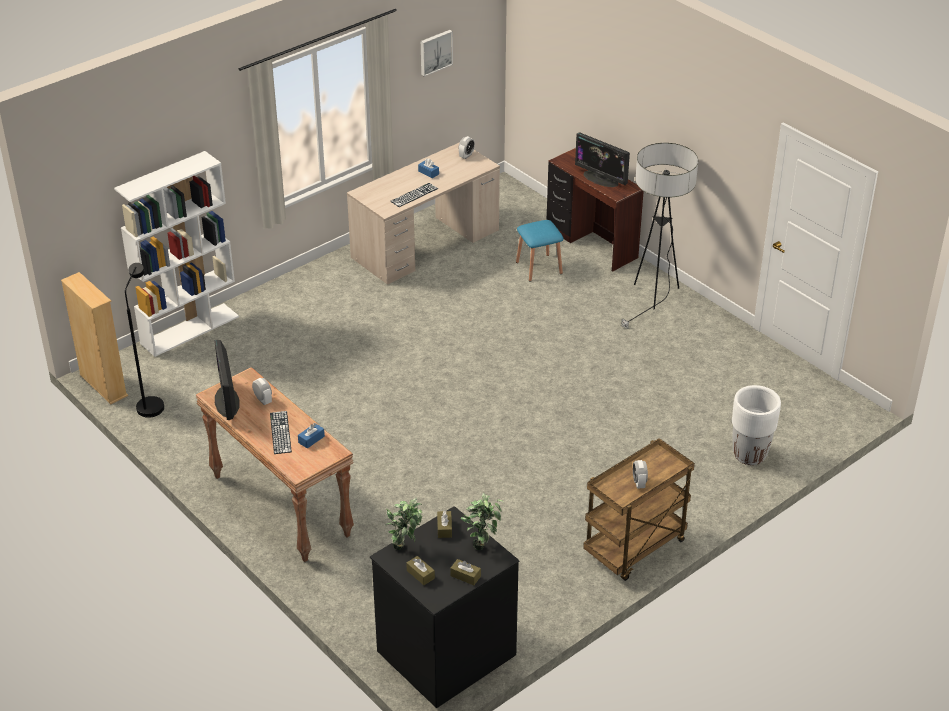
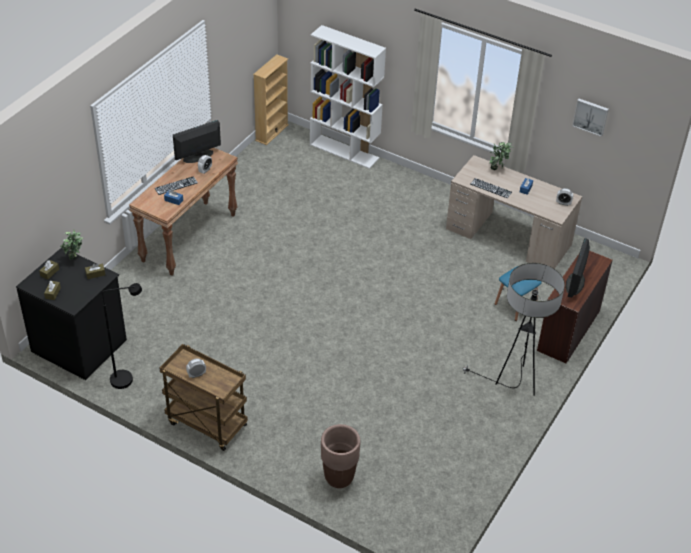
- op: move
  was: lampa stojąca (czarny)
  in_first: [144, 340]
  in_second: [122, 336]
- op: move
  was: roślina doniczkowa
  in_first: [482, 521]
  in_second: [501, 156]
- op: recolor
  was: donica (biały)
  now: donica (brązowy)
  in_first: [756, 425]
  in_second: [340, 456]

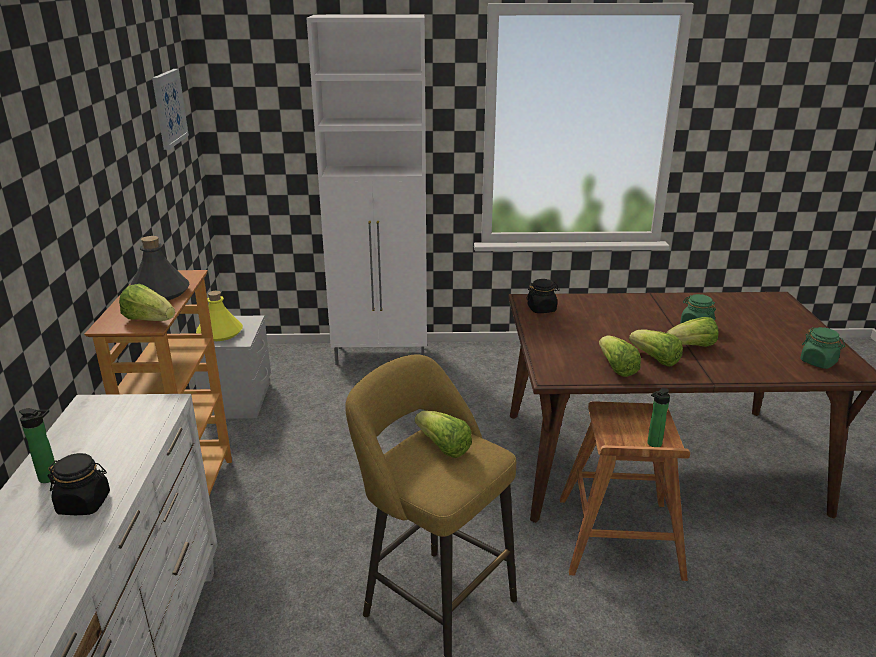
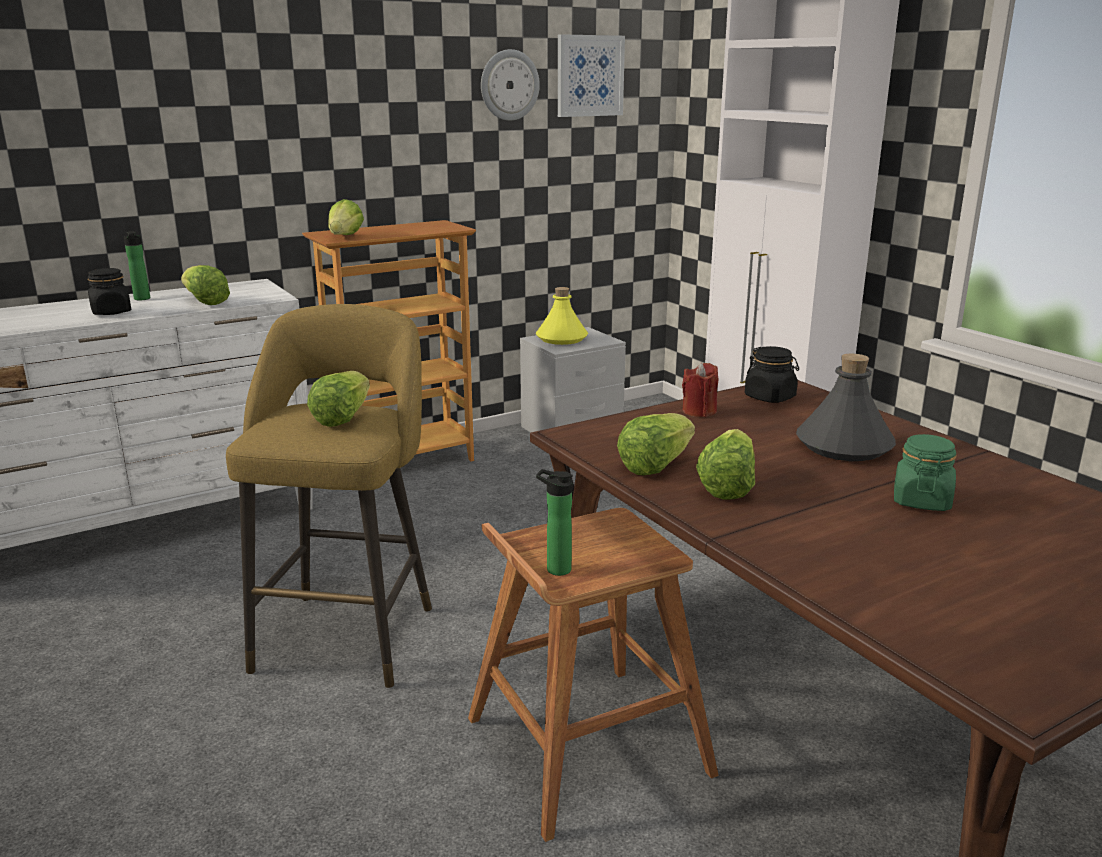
- op: move
  was: butelka (szary)
  in_first: [159, 268]
  in_second: [846, 407]
- op: move
  was: sałata
  in_first: [692, 332]
  in_second: [205, 285]
- op: delete
  was: słoik (zielony)
  in_first: [822, 348]
- op: insert
  now: zegar ścienny
  in_second: [510, 85]
- op: insert
  now: świeca (czerwony)
  in_second: [700, 390]

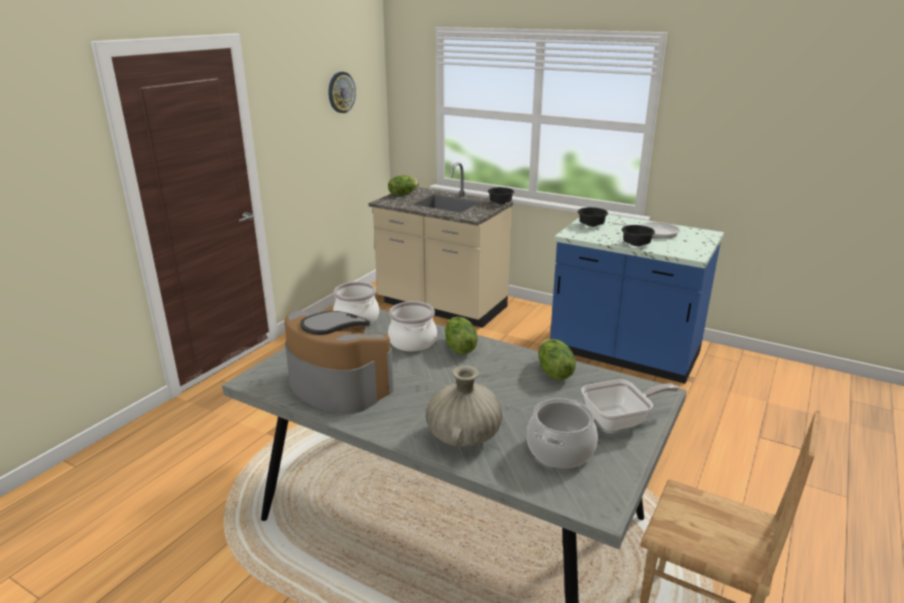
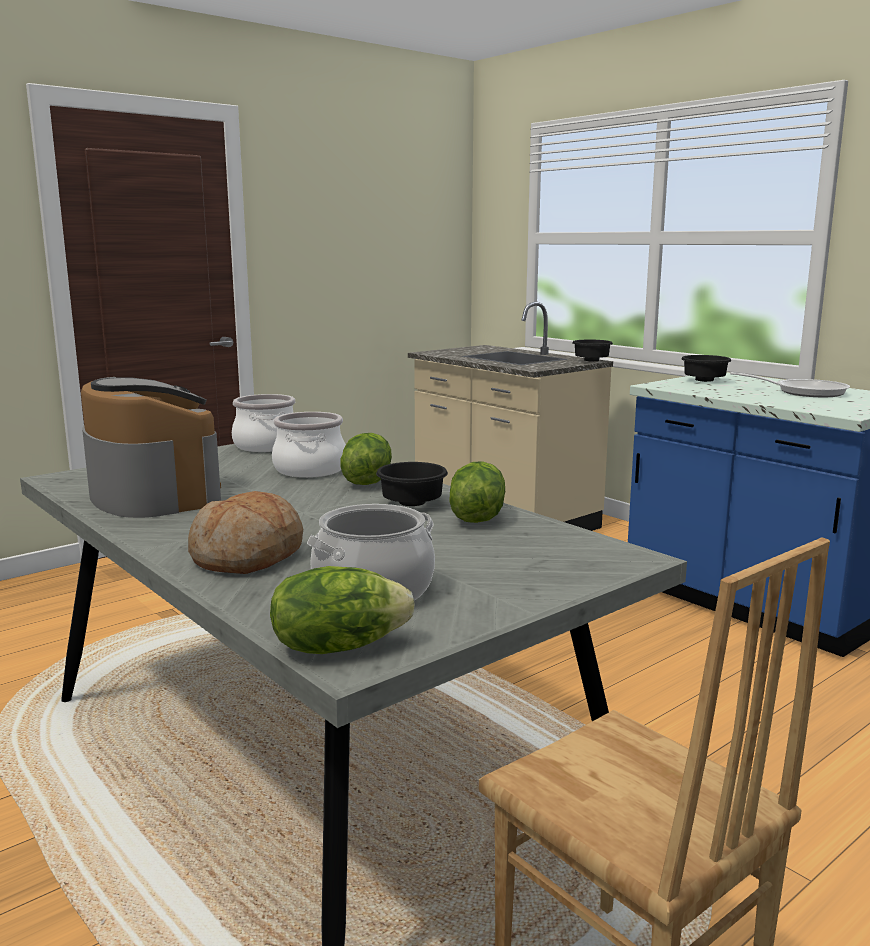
- op: delete
  was: zegar ścienny
  in_first: [342, 92]
- op: move
  was: sałata
  in_first: [403, 185]
  in_second: [342, 610]
- op: replace
  was: wazon (beżowy)
  now: chleb
  in_first: [464, 406]
  in_second: [245, 532]
- op: delete
  was: patelnia
  in_first: [630, 405]
- op: move
  was: miska (czarny)
  in_first: [638, 235]
  in_second: [412, 484]

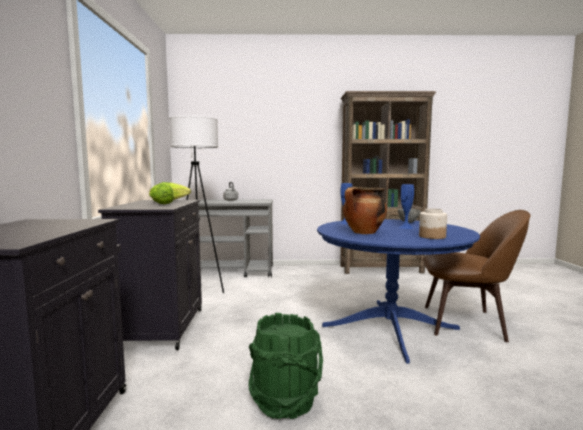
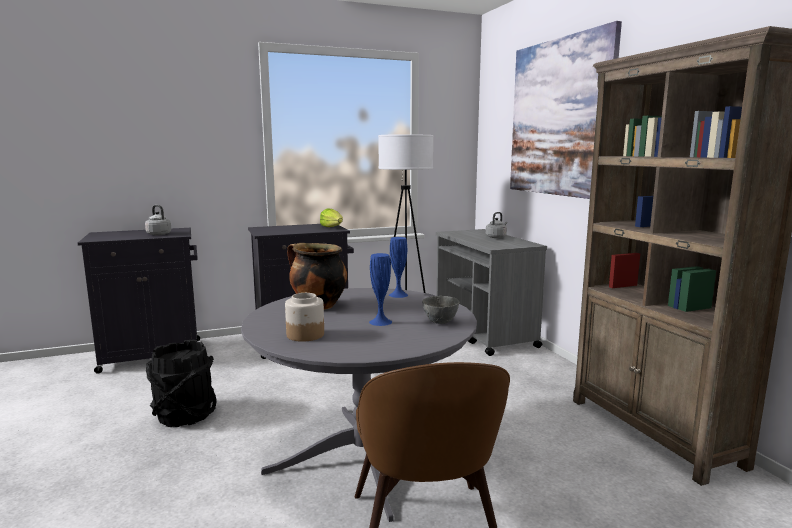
- op: delete
  was: sałata
  in_first: [161, 194]
- op: recolor
  was: wiadro (zielony)
  now: wiadro (czarny)
  in_first: [285, 366]
  in_second: [181, 383]
- op: recolor
  was: stół jadalny (niebieski)
  now: stół jadalny (szary)
  in_first: [398, 291]
  in_second: [359, 405]
- op: insert
  now: czajnik (szary)
  in_second: [158, 220]
- op: insert
  now: obraz
  in_second: [566, 110]

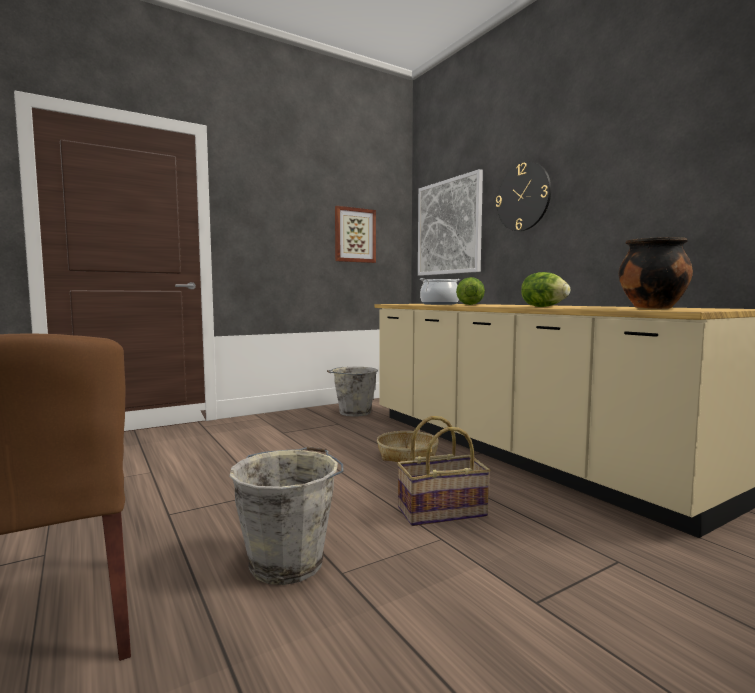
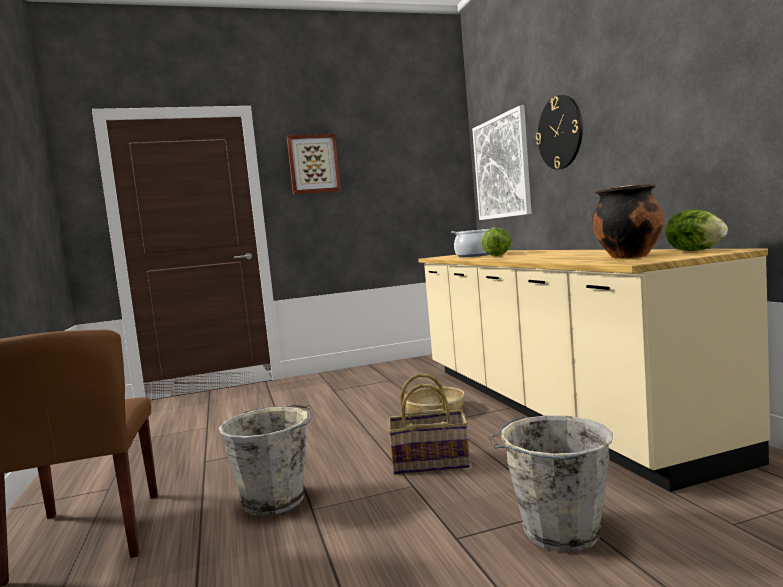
- op: move
  was: wiadro (szary)
  in_first: [352, 392]
  in_second: [550, 483]
- op: move
  was: obraz
  in_first: [355, 234]
  in_second: [314, 163]
- op: move
  was: sałata
  in_first: [545, 289]
  in_second: [696, 230]

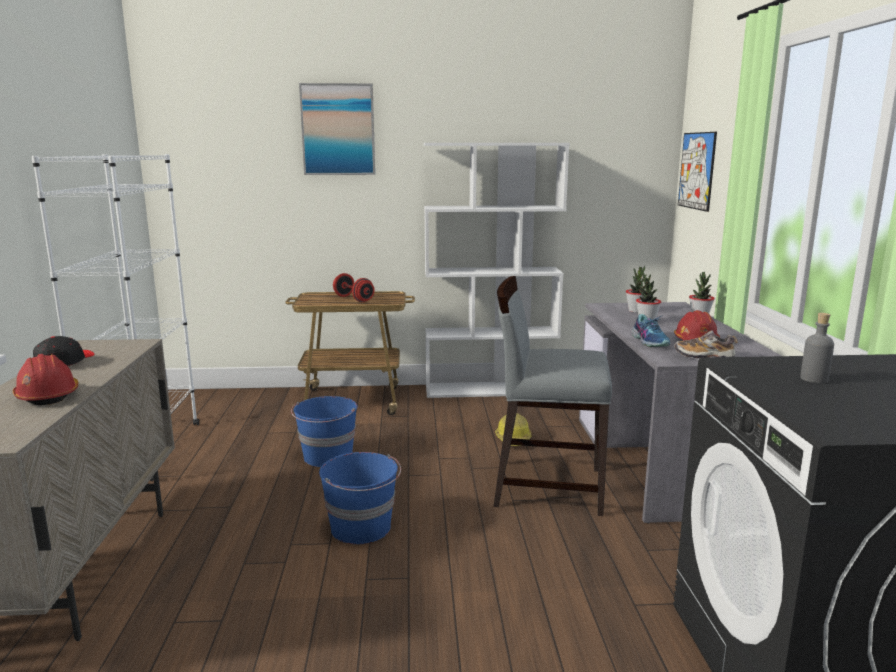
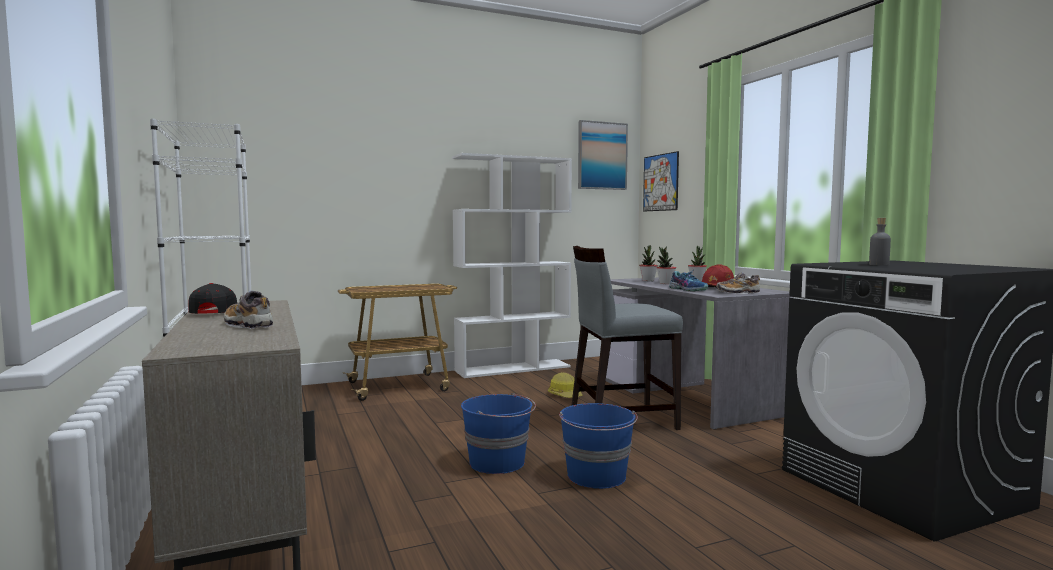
- op: replace
  was: kask (czerwony)
  now: but
  in_first: [45, 379]
  in_second: [248, 310]
- op: move
  was: wiadro (niebieski)
  in_first: [324, 431]
  in_second: [598, 446]
- op: move
  was: obraz
  in_first: [337, 129]
  in_second: [603, 155]
- op: delete
  was: hantel (czerwony)
  in_first: [354, 287]

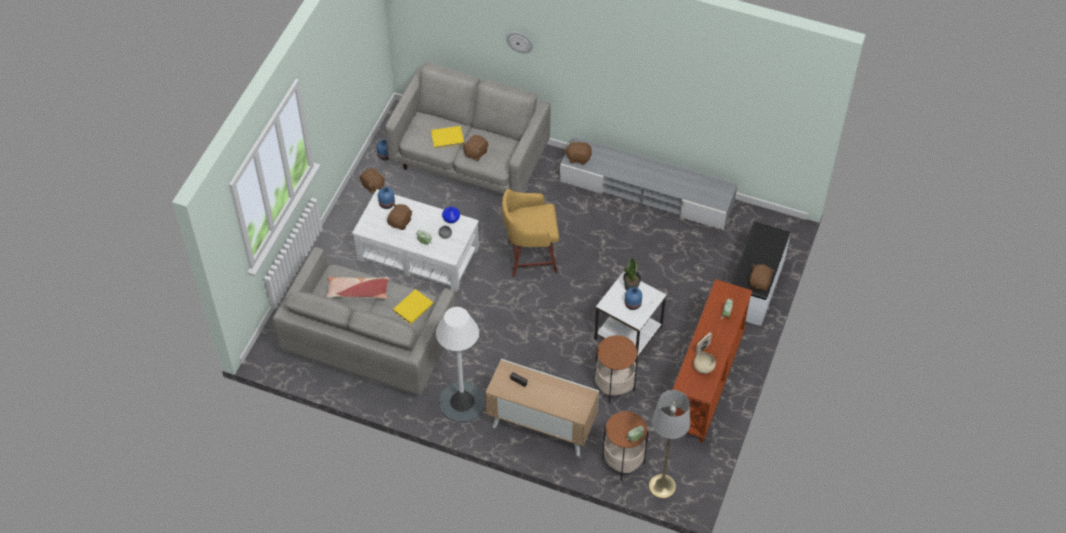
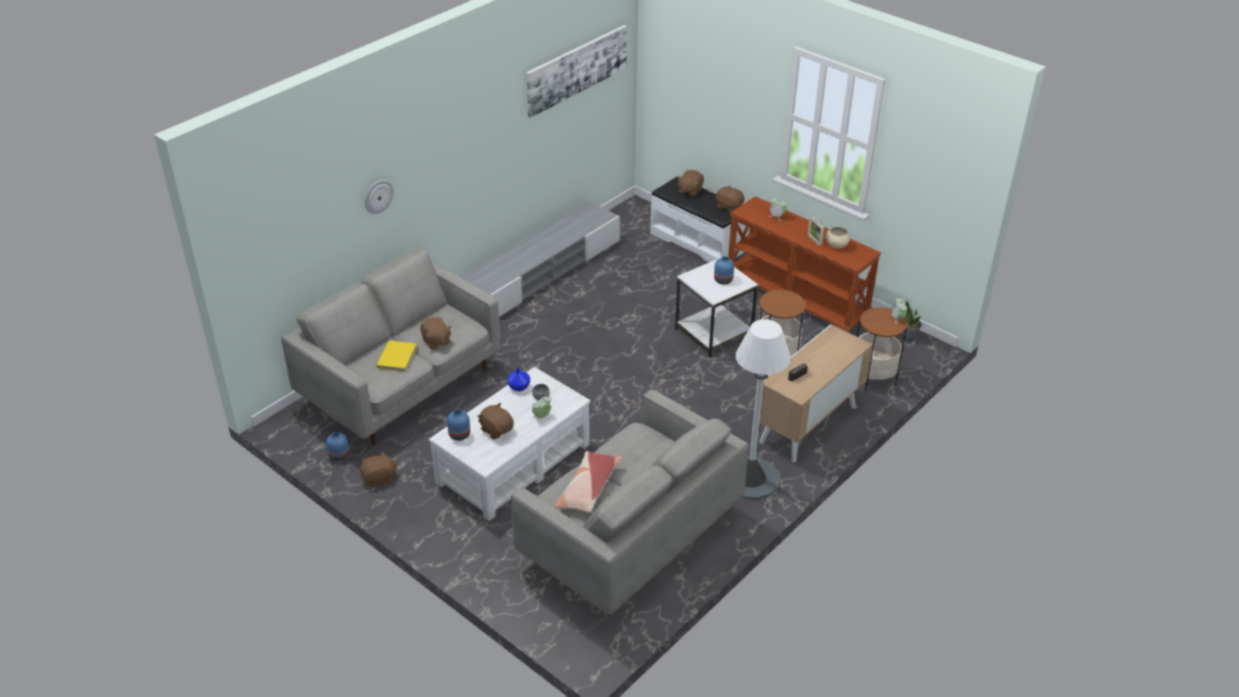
- op: delete
  was: książka (żółty)
  in_first: [413, 306]
- op: delete
  was: stołek (żółty)
  in_first: [530, 232]
- op: move
  was: pluszak (brązowy)
  in_first: [578, 153]
  in_second: [690, 183]
- op: move
  was: roślina doniczkowa
  in_first: [632, 274]
  in_second: [911, 321]
- op: delete
  was: lampa stojąca (szary)
  in_first: [669, 444]
- op: insert
  now: obraz
  in_second: [576, 71]

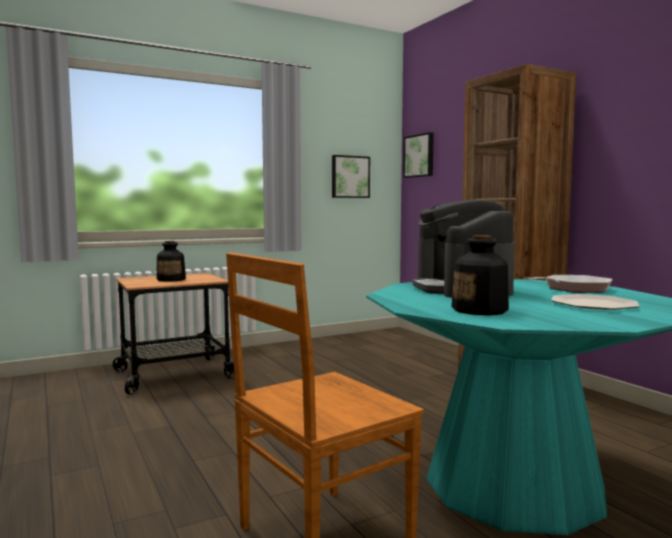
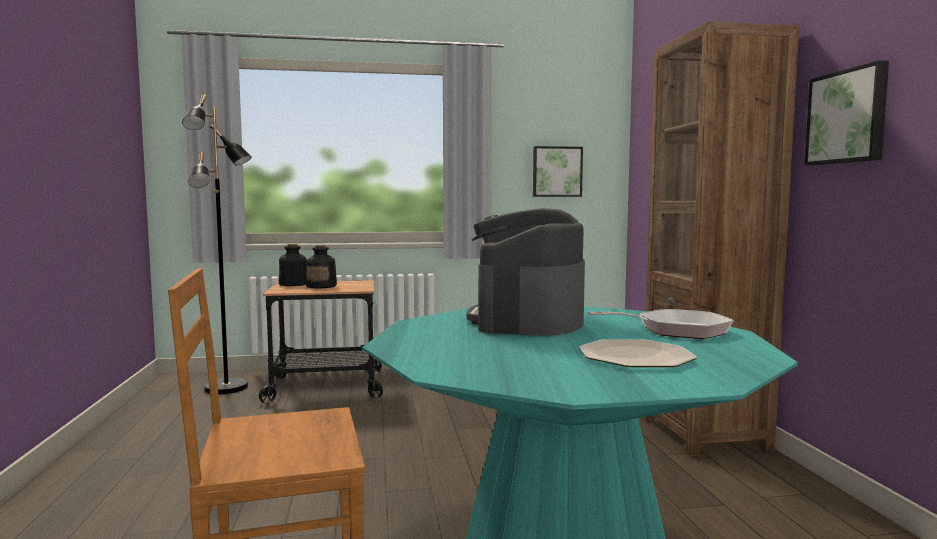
- op: move
  was: obraz
  in_first: [418, 155]
  in_second: [846, 112]
- op: move
  was: butelka
  in_first: [480, 275]
  in_second: [293, 265]
- op: insert
  now: lampa stojąca (czarny)
  in_second: [217, 244]

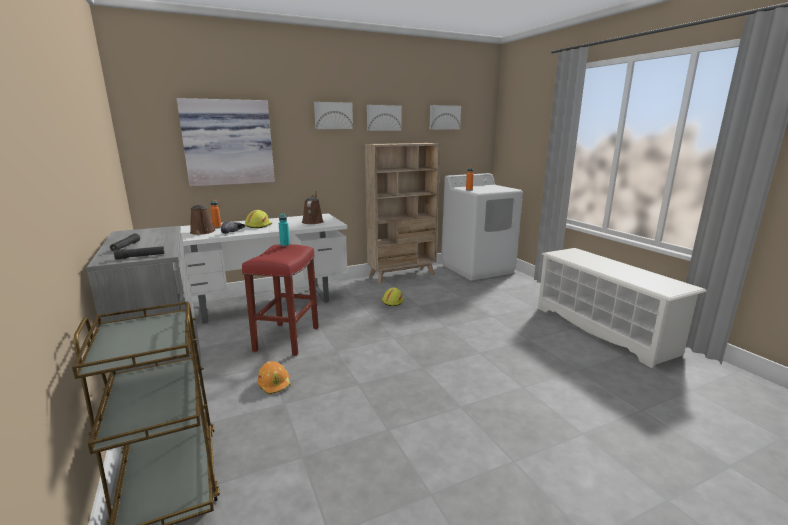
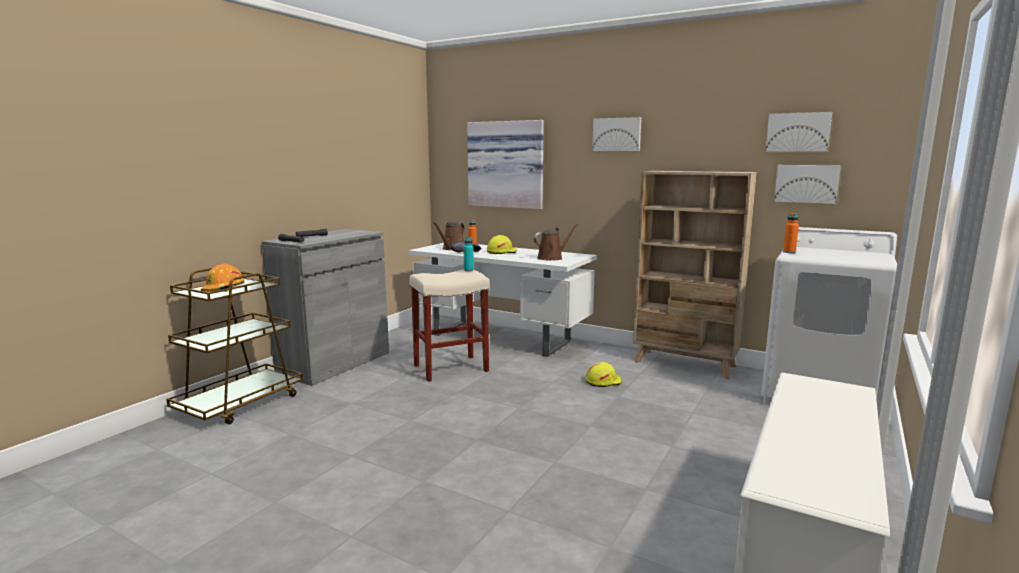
- op: recolor
  was: stołek (czerwony)
  now: stołek (beżowy)
  in_first: [280, 300]
  in_second: [449, 326]
- op: move
  was: kask (pomarańczowy)
  in_first: [274, 378]
  in_second: [222, 278]
- op: move
  was: obraz
  in_first: [384, 118]
  in_second: [807, 184]

